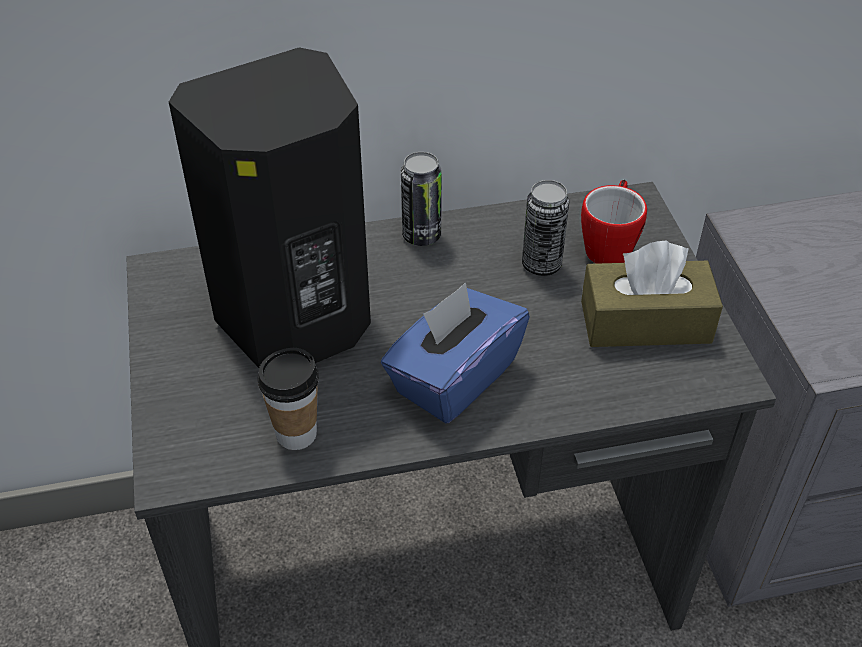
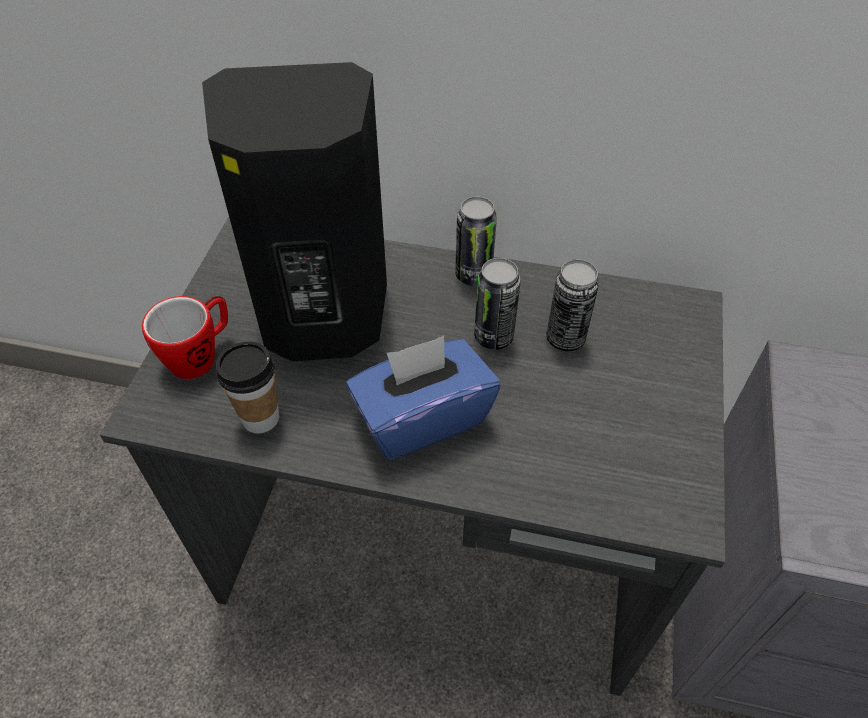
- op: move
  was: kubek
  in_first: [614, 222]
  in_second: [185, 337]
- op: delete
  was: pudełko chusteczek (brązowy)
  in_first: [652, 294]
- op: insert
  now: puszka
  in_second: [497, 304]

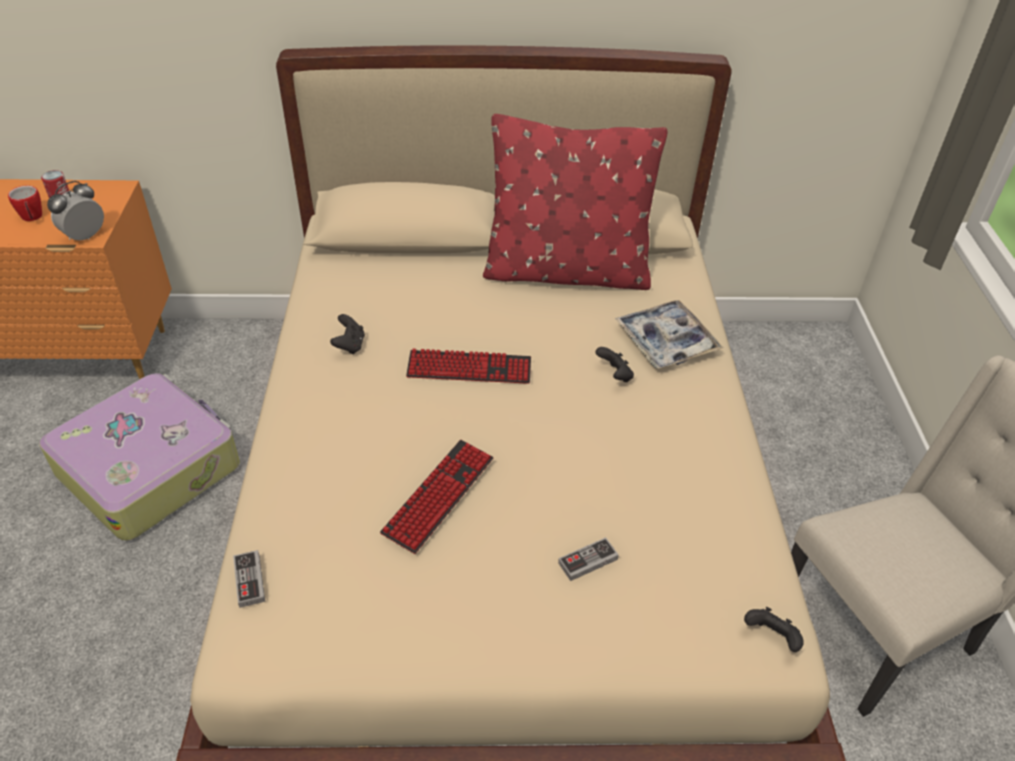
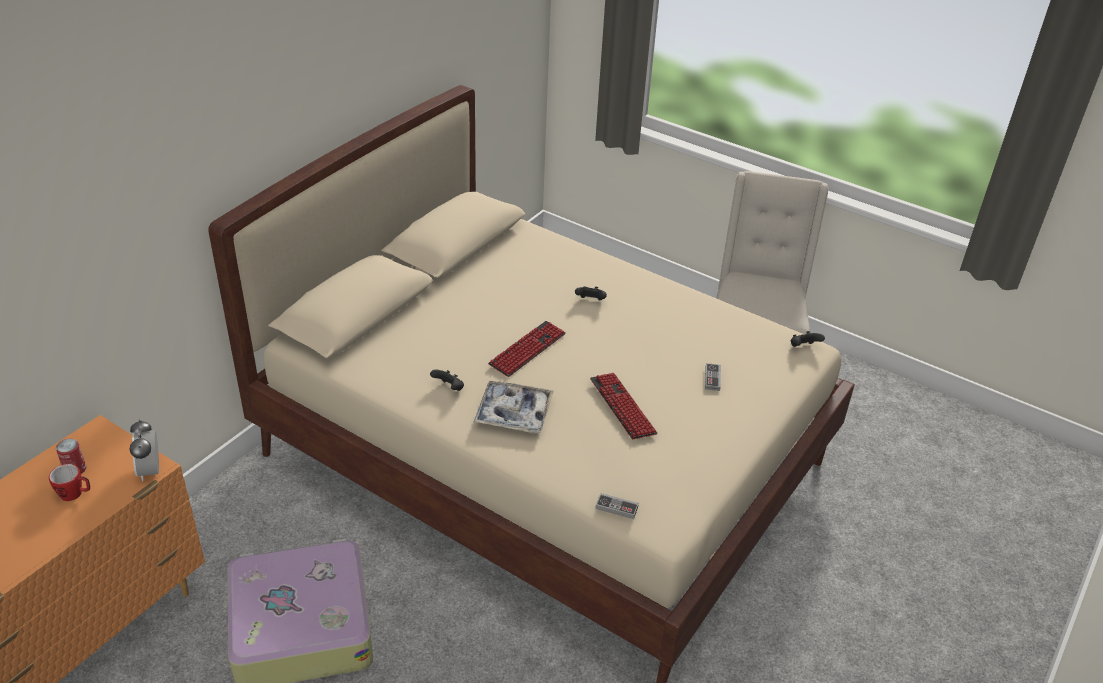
- op: delete
  was: poduszka (czerwony)
  in_first: [575, 202]
- op: move
  was: taca
  in_first: [669, 334]
  in_second: [514, 407]

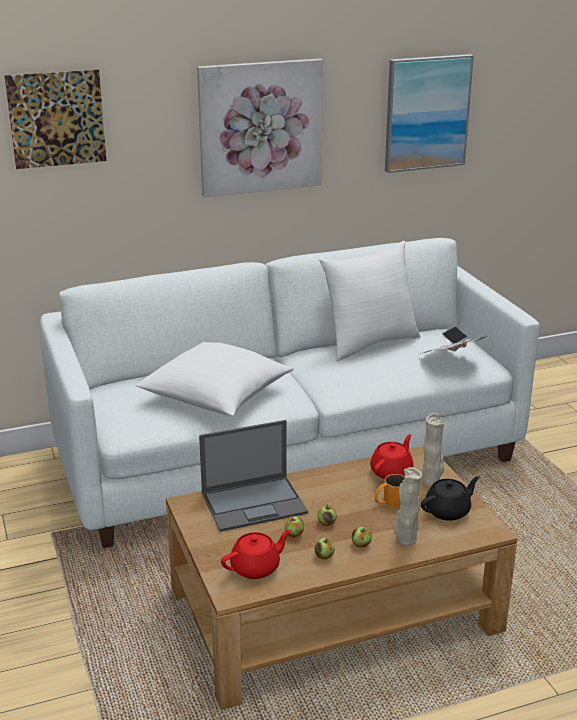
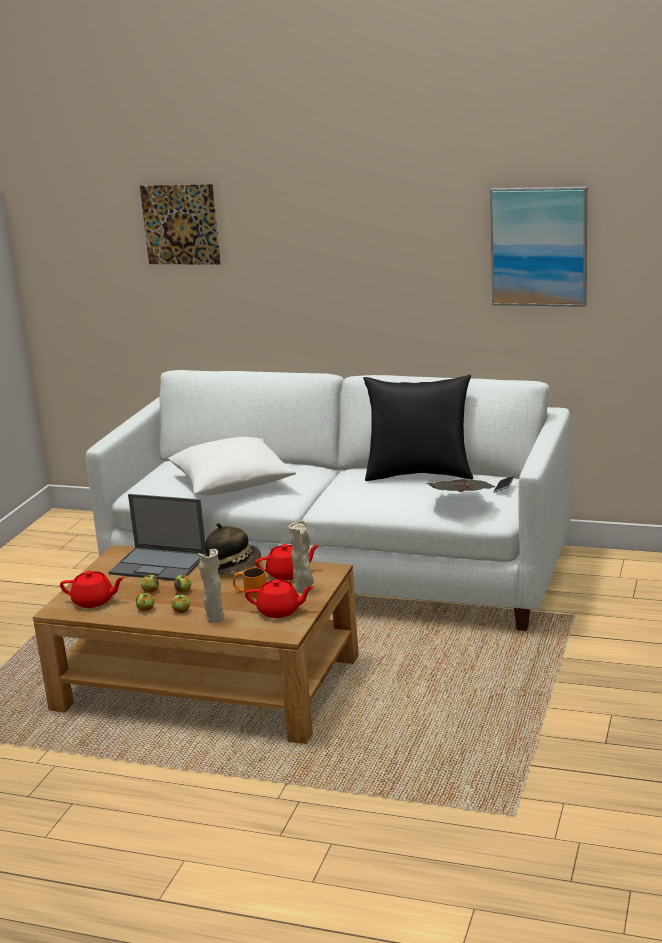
- op: delete
  was: obraz
  in_first: [260, 128]
- op: recolor
  was: poduszka (biały)
  now: poduszka (czarny)
  in_first: [370, 301]
  in_second: [418, 428]
- op: recolor
  was: imbryk (czarny)
  now: imbryk (czerwony)
  in_first: [450, 498]
  in_second: [279, 598]
- op: insert
  now: kapelusz
  in_second: [233, 548]

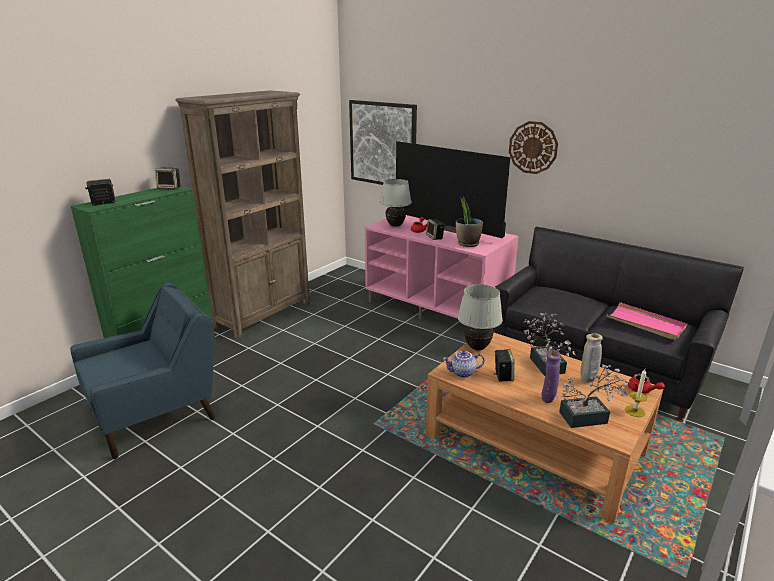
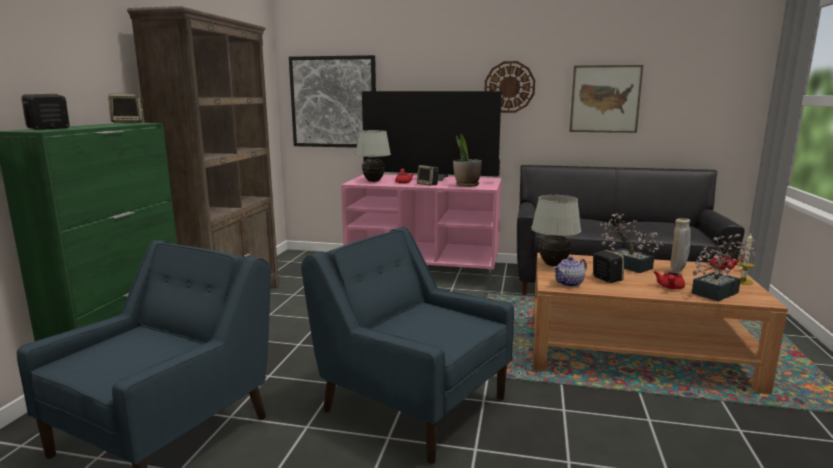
- op: replace
  was: wazon (fioletowy)
  now: imbryk (czerwony)
  in_first: [551, 376]
  in_second: [669, 280]
- op: delete
  was: taca (różowy)
  in_first: [646, 321]
- op: insert
  now: fotel (niebieski)
  in_second: [407, 345]
- op: insert
  now: obraz
  in_second: [606, 99]

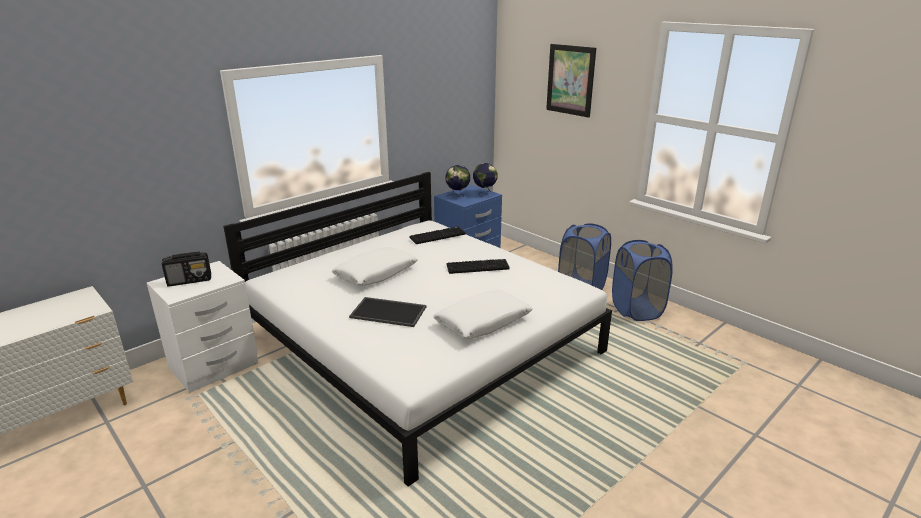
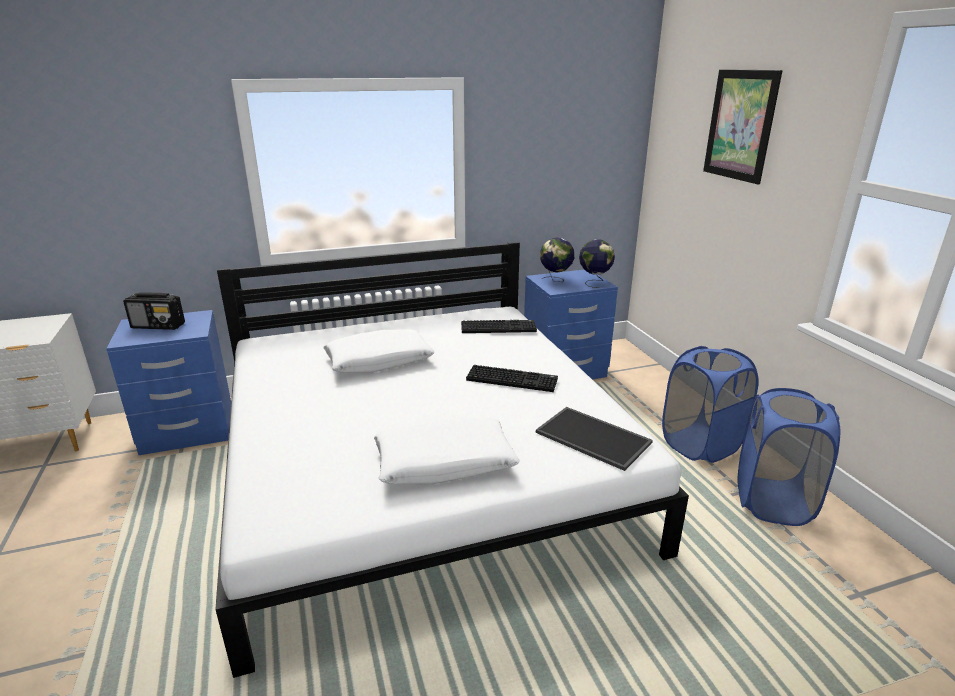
- op: recolor
  was: szafka nocna (biały)
  now: szafka nocna (niebieski)
  in_first: [202, 327]
  in_second: [168, 382]
- op: move
  was: taca
  in_first: [387, 312]
  in_second: [594, 439]

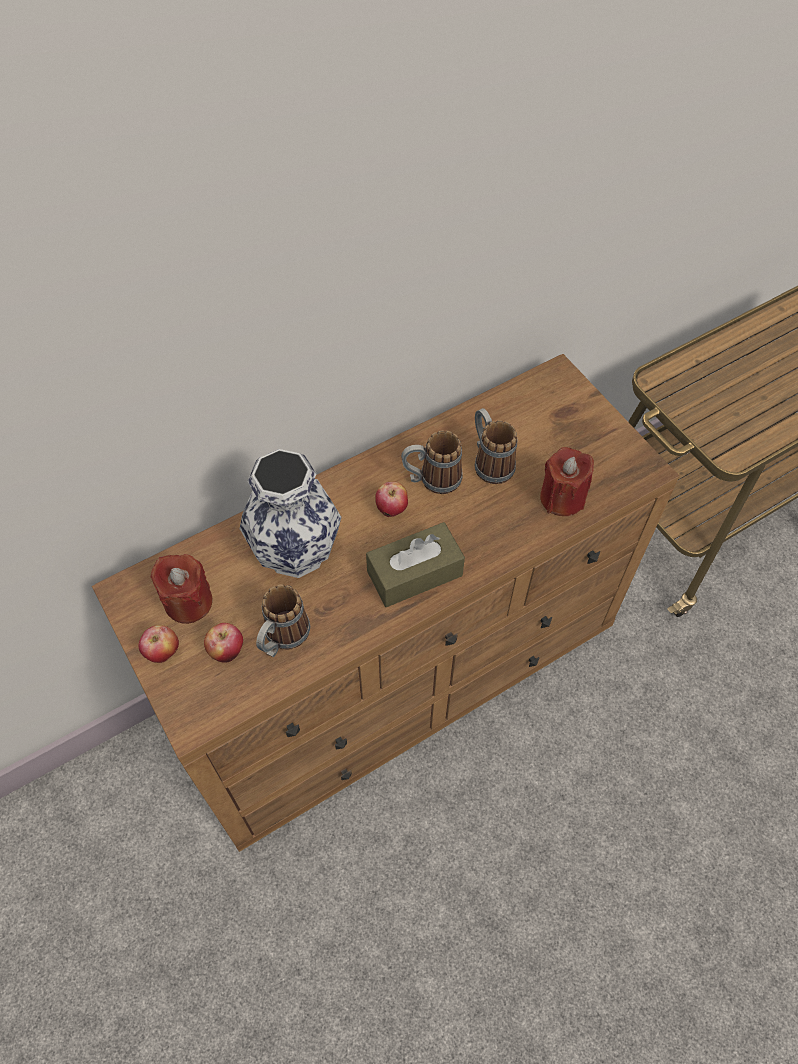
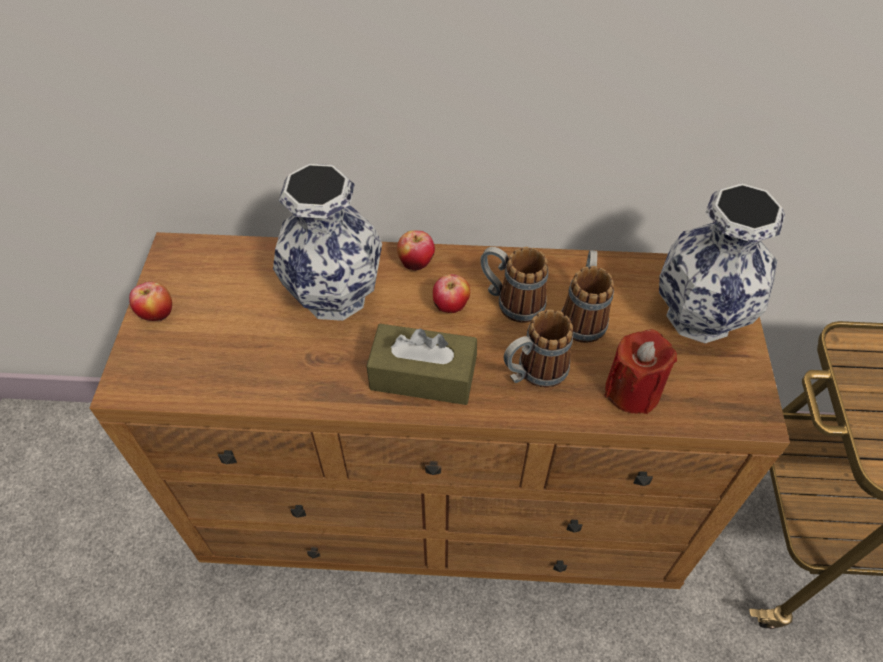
- op: delete
  was: świeca (czerwony)
  in_first: [182, 589]
- op: move
  was: jabłko
  in_first: [223, 643]
  in_second: [416, 250]
- op: move
  was: kubek
  in_first: [283, 620]
  in_second: [538, 348]
- op: insert
  now: wazon
  in_second: [722, 263]

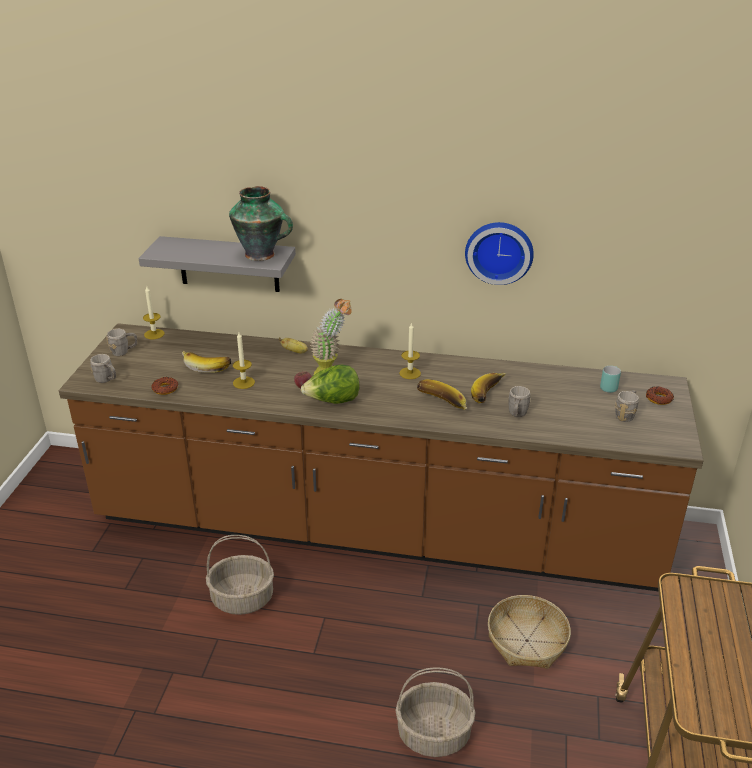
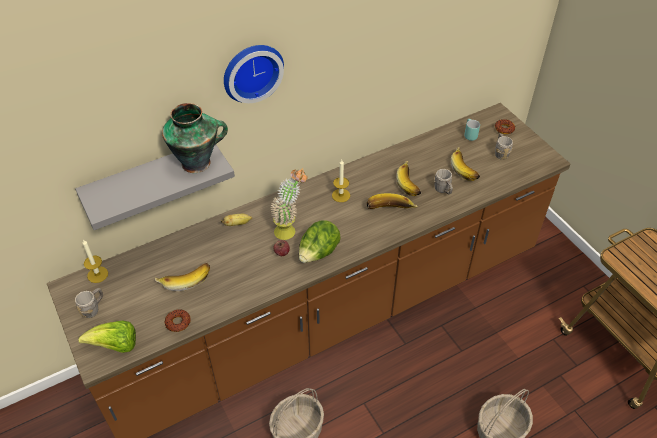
- op: replace
  was: kubek (szary)
  now: sałata
  in_first: [103, 368]
  in_second: [107, 337]
- op: delete
  was: świeca
  in_first: [244, 360]
- op: move
  was: zegar ścienny
  in_first: [499, 253]
  in_second: [254, 74]
- op: delete
  was: koszyk
  in_first: [529, 632]
- op: insert
  now: banan
  in_second: [465, 164]

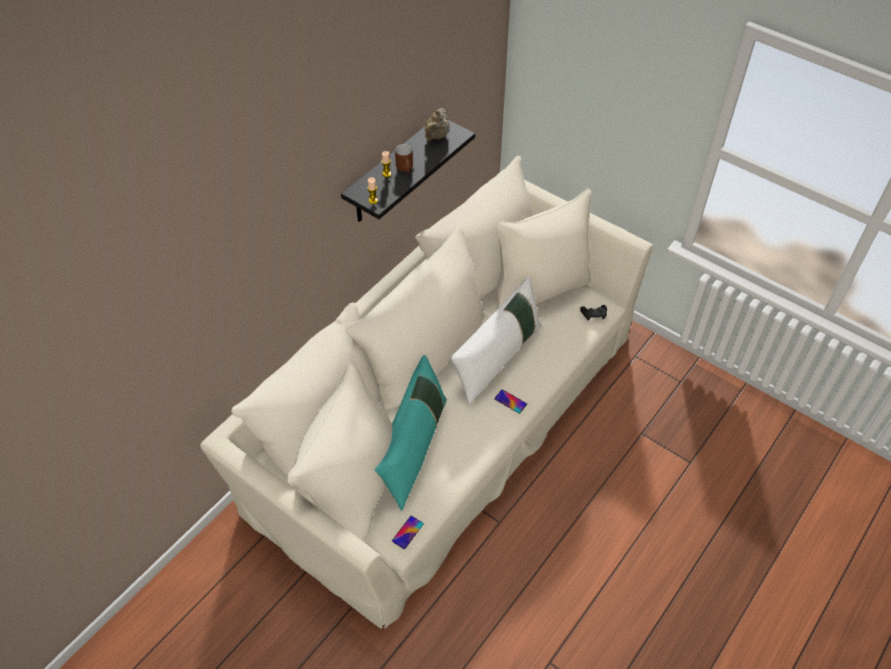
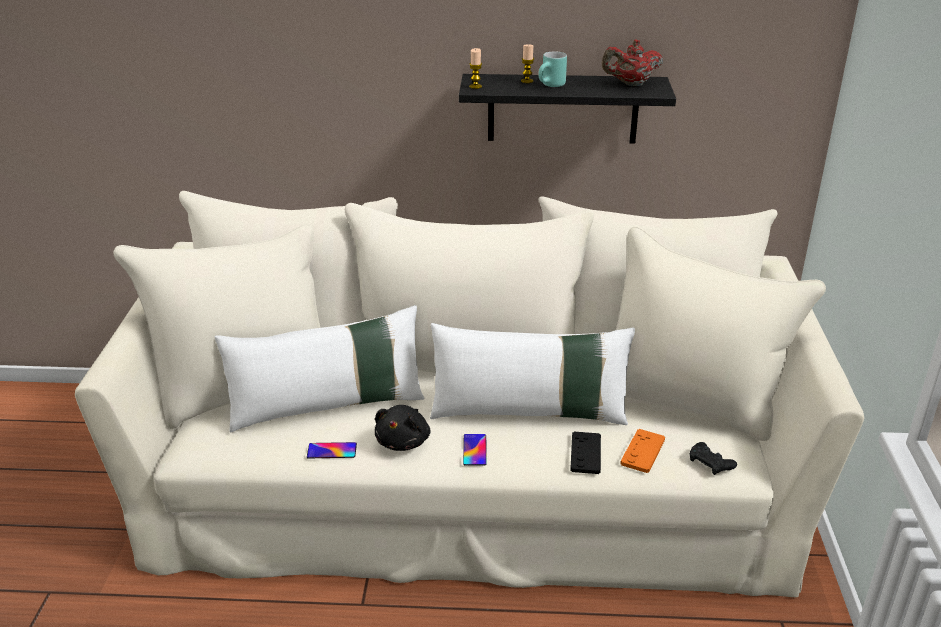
- op: recolor
  was: poduszka (turkusowy)
  now: poduszka (biały)
  in_first: [411, 433]
  in_second: [319, 368]
- op: move
  was: telefon
  in_first: [408, 532]
  in_second: [332, 450]
- op: recolor
  was: kubek (brązowy)
  now: kubek (turkusowy)
  in_first: [404, 158]
  in_second: [552, 69]
- op: recolor
  was: imbryk (beżowy)
  now: imbryk (czerwony)
  in_first: [437, 124]
  in_second: [632, 63]
- op: insert
  now: pluszak (czarny)
  in_second: [402, 428]
- op: insert
  now: pad do gier (czarny)
  in_second: [585, 453]
- op: insert
  now: pad do gier (pomarańczowy)
  in_second: [642, 451]

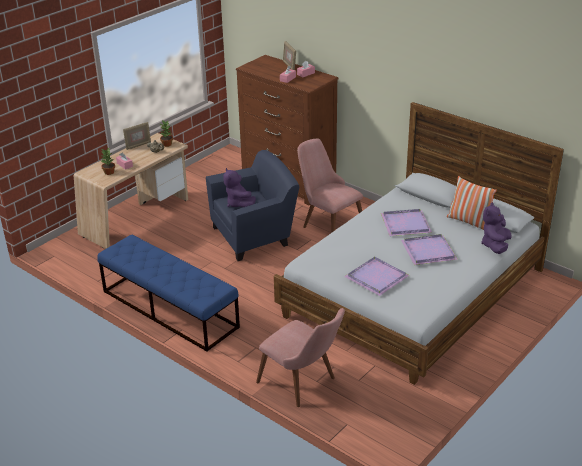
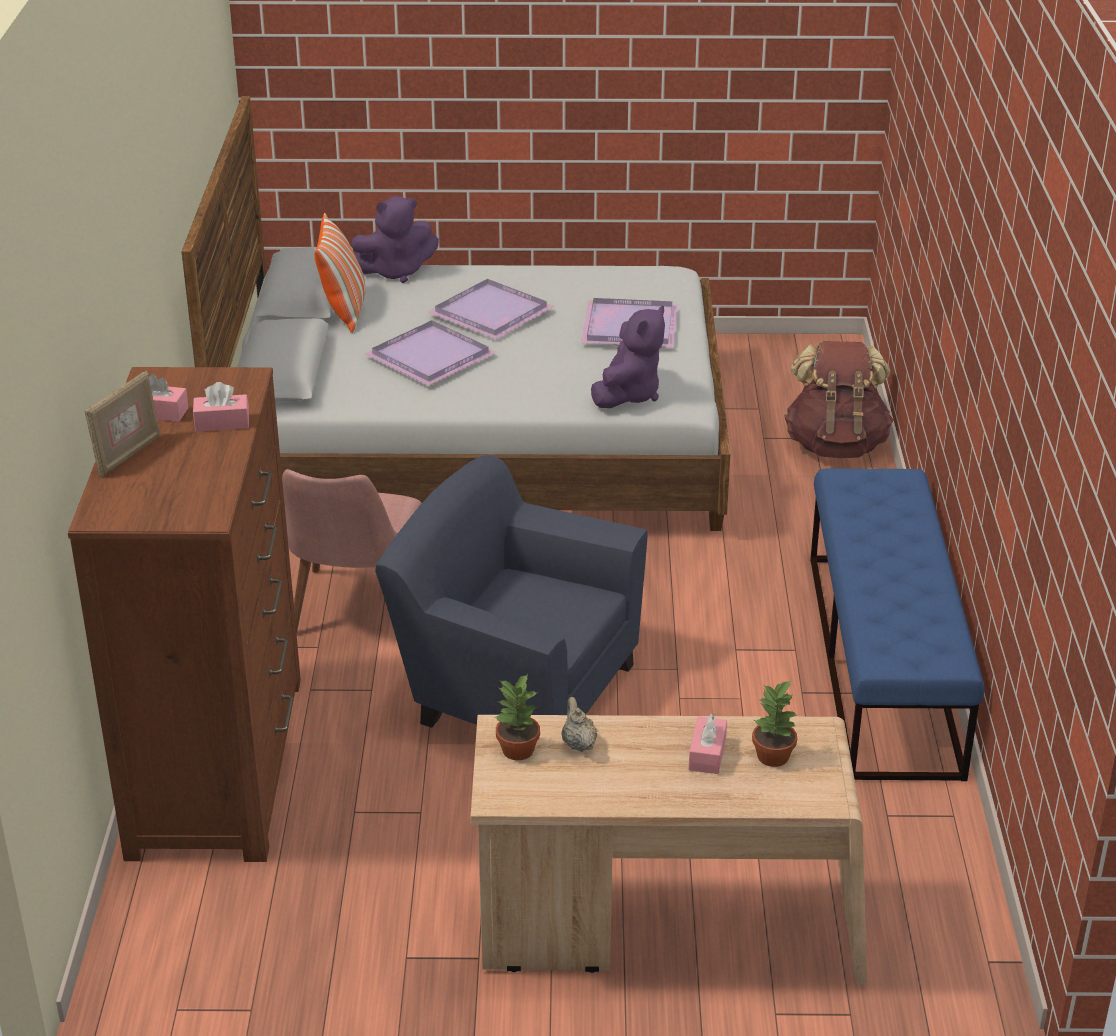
- op: delete
  was: ramka na zdjęcie
  in_first: [137, 136]
- op: move
  was: pluszak (fioletowy)
  in_first: [239, 187]
  in_second: [628, 357]
- op: replace
  was: krzesło (różowy)
  now: plecak (brązowy)
  in_first: [300, 357]
  in_second: [838, 399]

